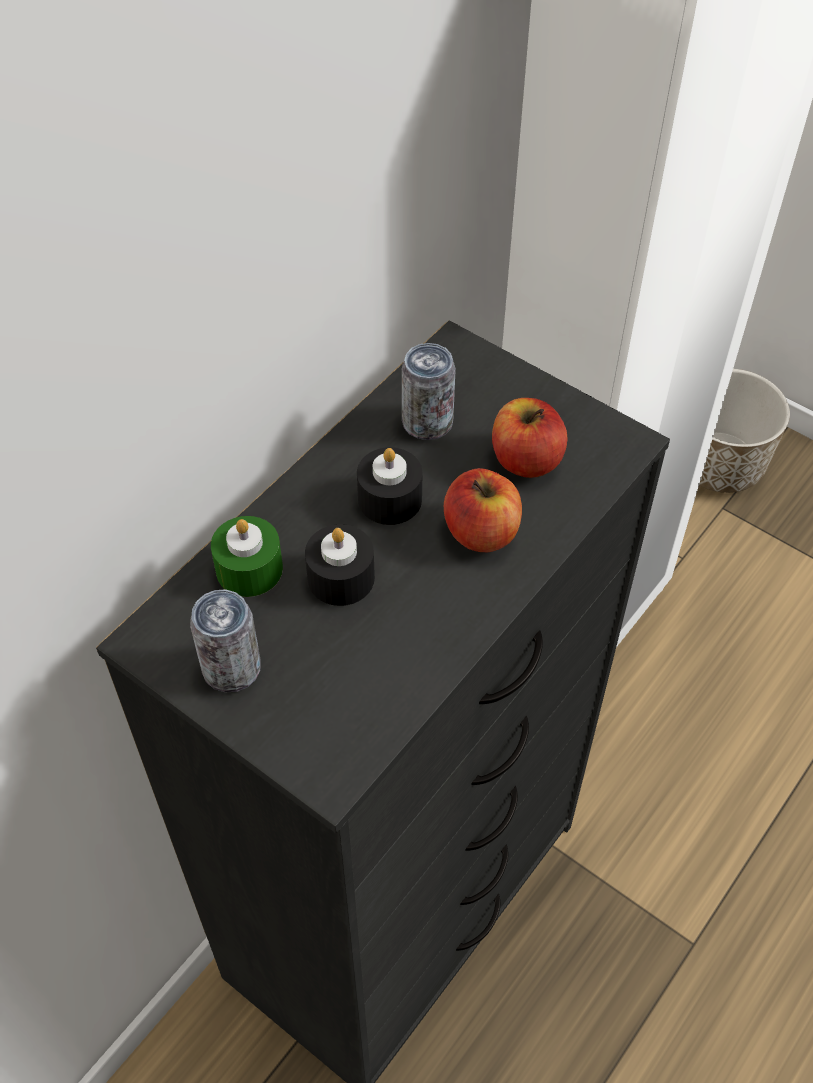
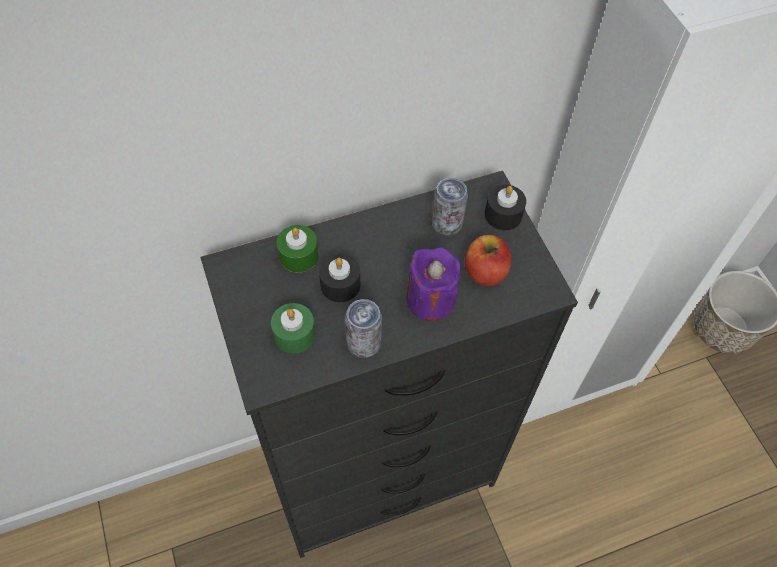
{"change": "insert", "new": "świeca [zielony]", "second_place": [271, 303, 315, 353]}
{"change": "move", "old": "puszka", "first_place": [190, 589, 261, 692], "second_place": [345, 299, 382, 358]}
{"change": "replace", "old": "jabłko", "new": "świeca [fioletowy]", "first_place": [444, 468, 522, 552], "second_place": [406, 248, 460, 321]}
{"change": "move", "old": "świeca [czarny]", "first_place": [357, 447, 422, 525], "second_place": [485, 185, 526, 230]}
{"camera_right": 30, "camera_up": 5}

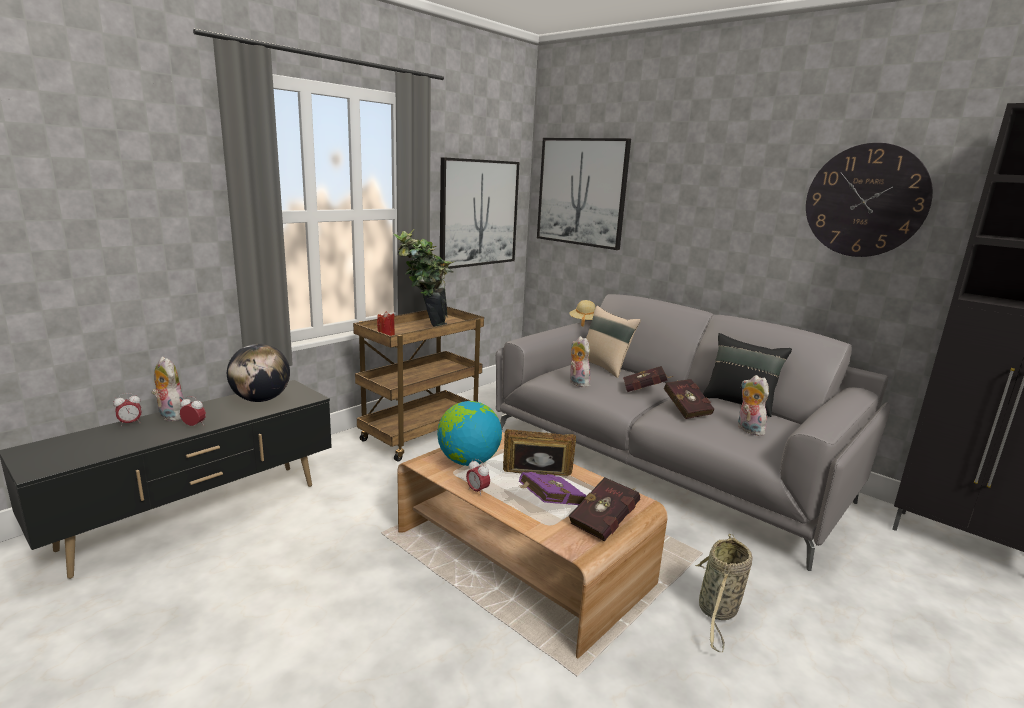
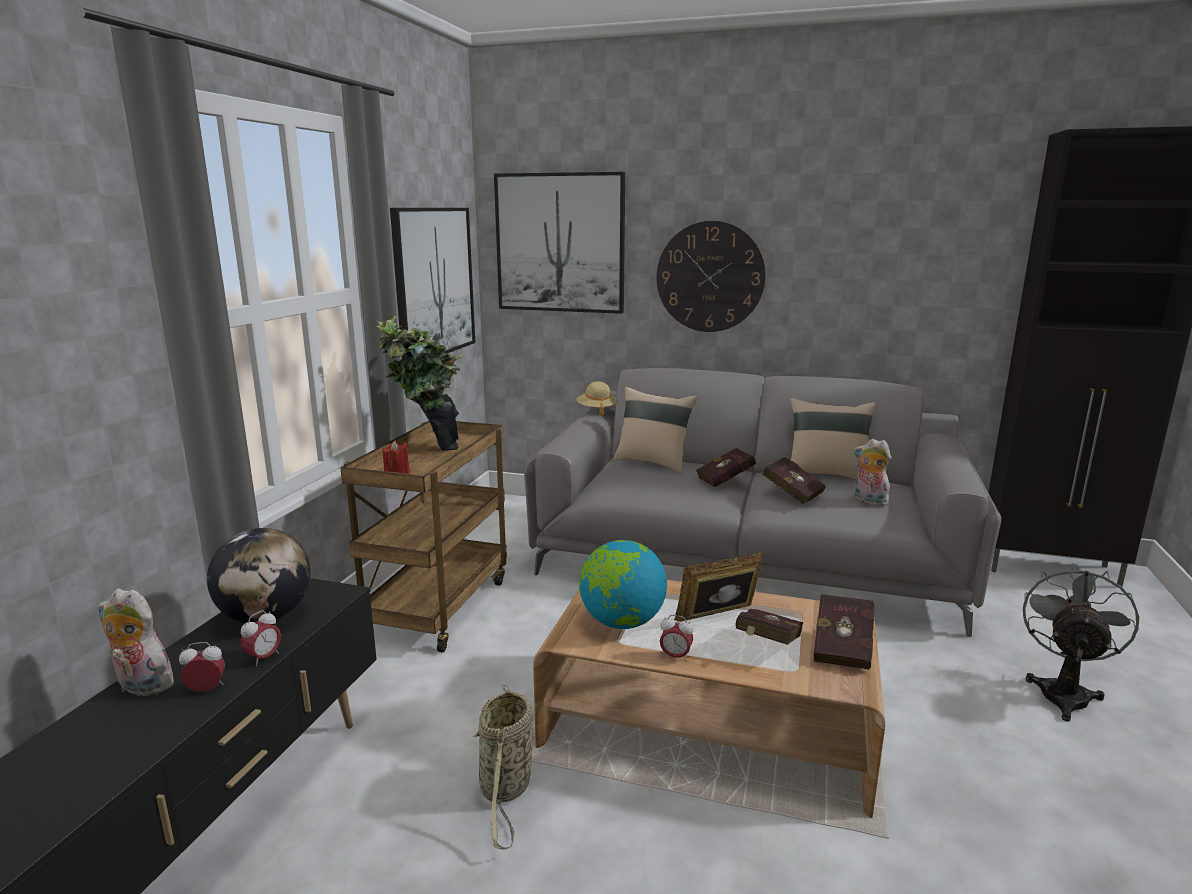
{"change": "move", "old": "budzik", "first_place": [113, 393, 141, 426], "second_place": [241, 610, 281, 666]}
{"change": "move", "old": "koszyk", "first_place": [695, 534, 752, 652], "second_place": [473, 685, 533, 850]}
{"change": "move", "old": "zegar ścienny", "first_place": [806, 143, 933, 257], "second_place": [656, 221, 766, 332]}
{"change": "recolor", "old": "książka [fioletowy]", "new": "książka [czerwony]", "first_place": [519, 472, 587, 505], "second_place": [735, 609, 803, 645]}
{"change": "recolor", "old": "poduszka [czarny]", "new": "poduszka [beżowy]", "first_place": [703, 333, 792, 417], "second_place": [790, 398, 876, 479]}
{"change": "insert", "new": "wentylator [szary]", "second_place": [1023, 563, 1139, 722]}
{"change": "delete", "old": "pluszak", "first_place": [570, 336, 591, 387]}
{"camera_right": -25, "camera_up": 0}

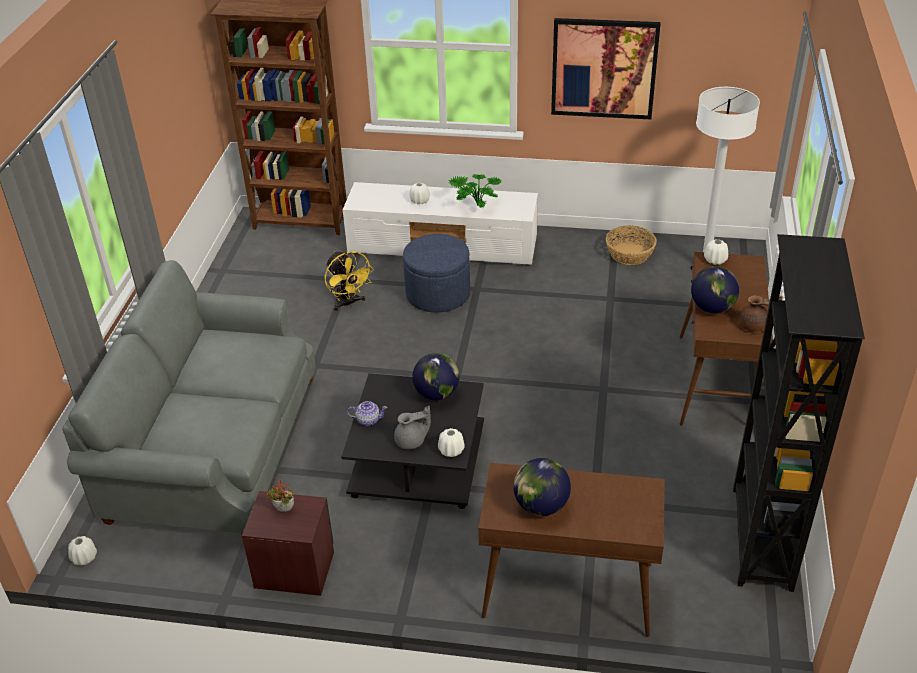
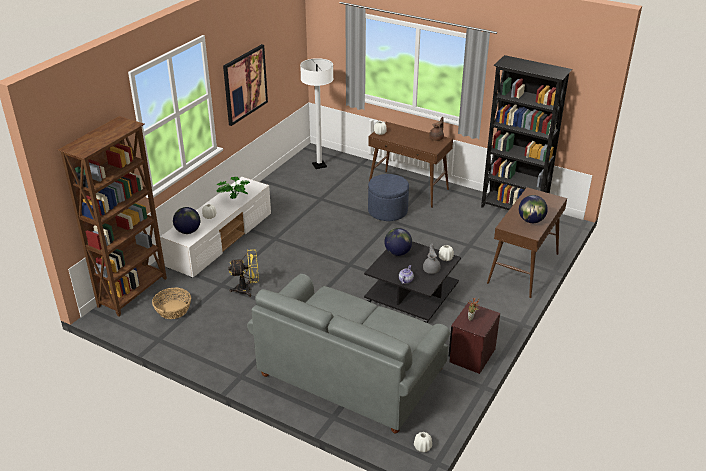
{"change": "move", "old": "koszyk", "first_place": [606, 225, 657, 265], "second_place": [152, 288, 191, 319]}
{"change": "move", "old": "globus", "first_place": [691, 266, 739, 313], "second_place": [173, 207, 200, 234]}
{"change": "move", "old": "pufa [niebieski]", "first_place": [403, 234, 470, 312], "second_place": [368, 174, 409, 221]}
{"camera_right": -70, "camera_up": -5}

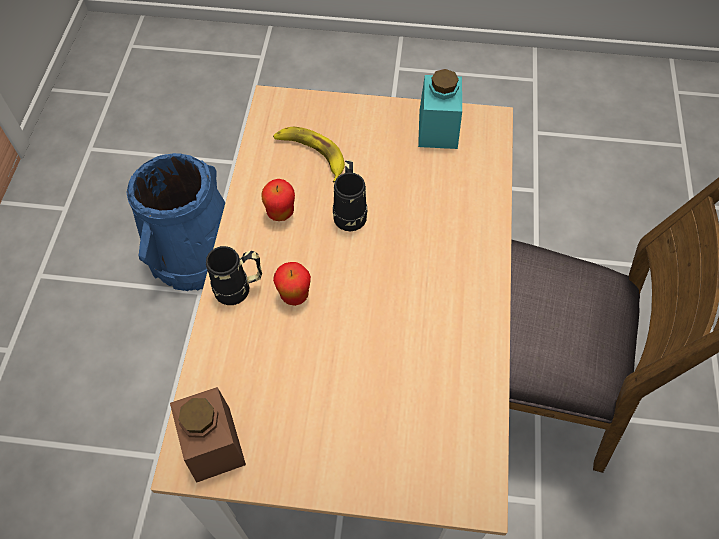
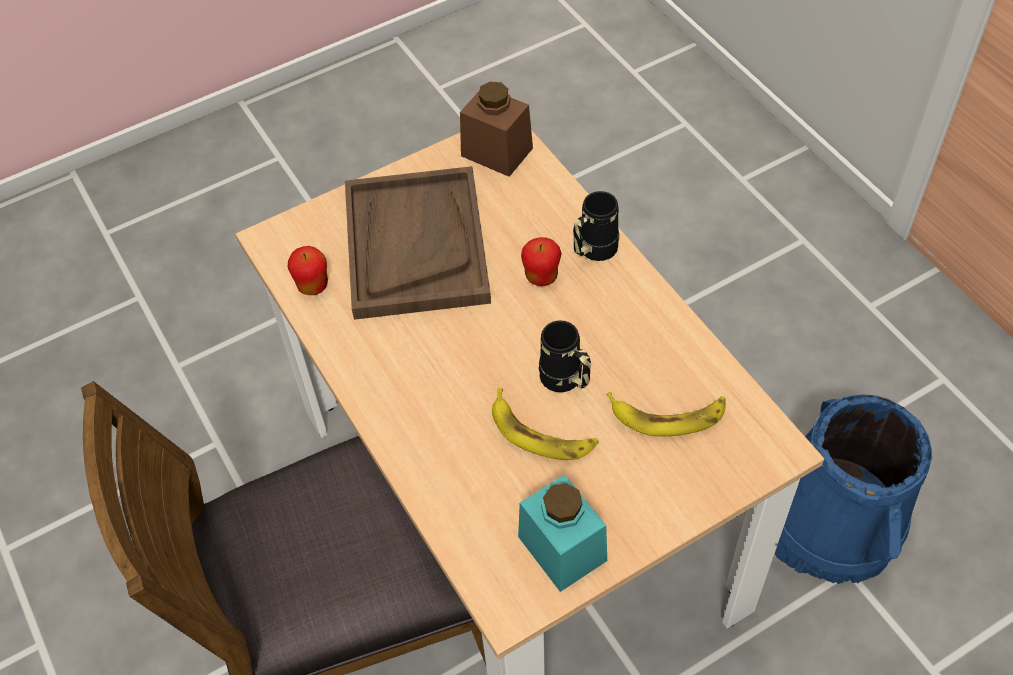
{"change": "move", "old": "jabłko", "first_place": [261, 179, 295, 221], "second_place": [288, 246, 328, 295]}
{"change": "insert", "new": "taca [brązowy]", "second_place": [345, 166, 491, 320]}
{"change": "insert", "new": "banan", "second_place": [492, 388, 599, 460]}
{"camera_right": 145, "camera_up": -5}

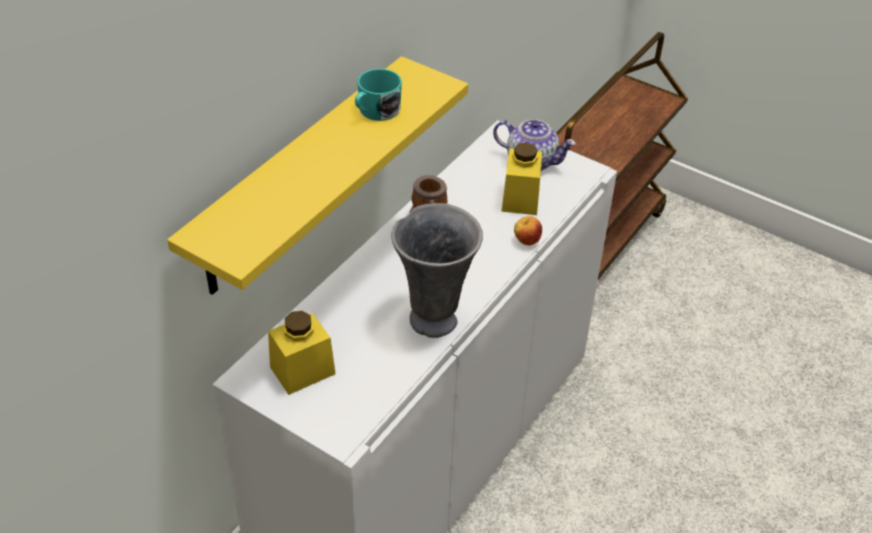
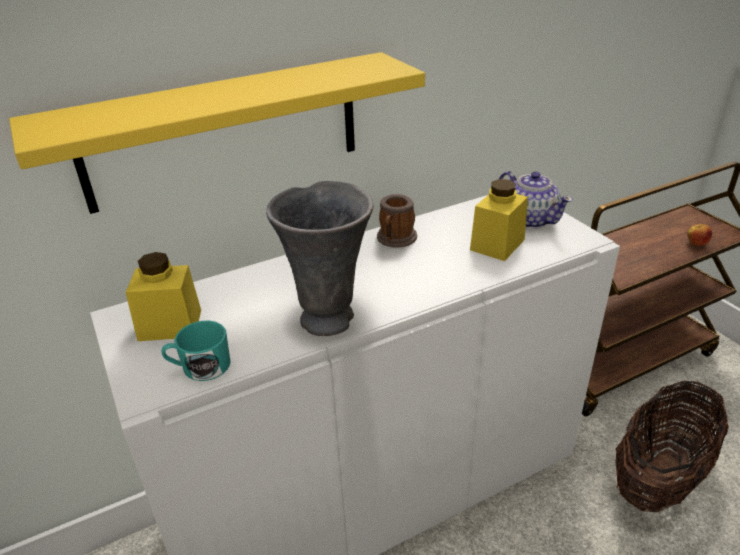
{"change": "move", "old": "kubek [turkusowy]", "first_place": [355, 69, 402, 121], "second_place": [162, 321, 231, 381]}
{"change": "insert", "new": "koszyk", "second_place": [615, 381, 729, 512]}
{"change": "move", "old": "jabłko", "first_place": [514, 216, 542, 245], "second_place": [687, 224, 712, 246]}
{"camera_right": 30, "camera_up": -10}

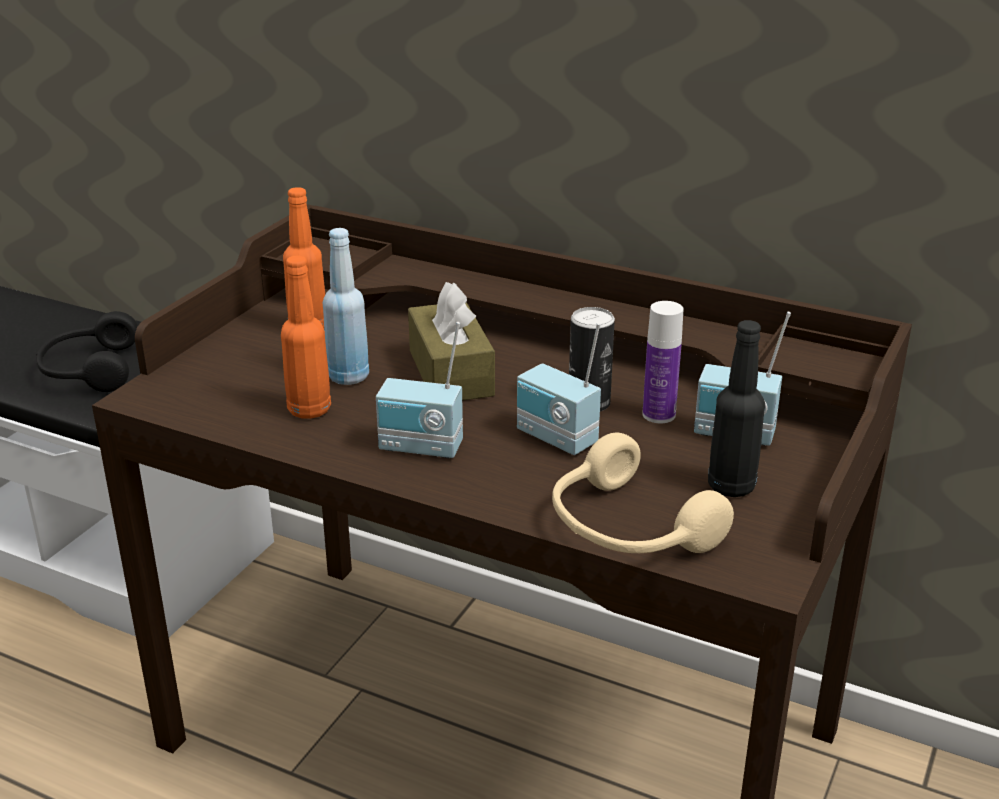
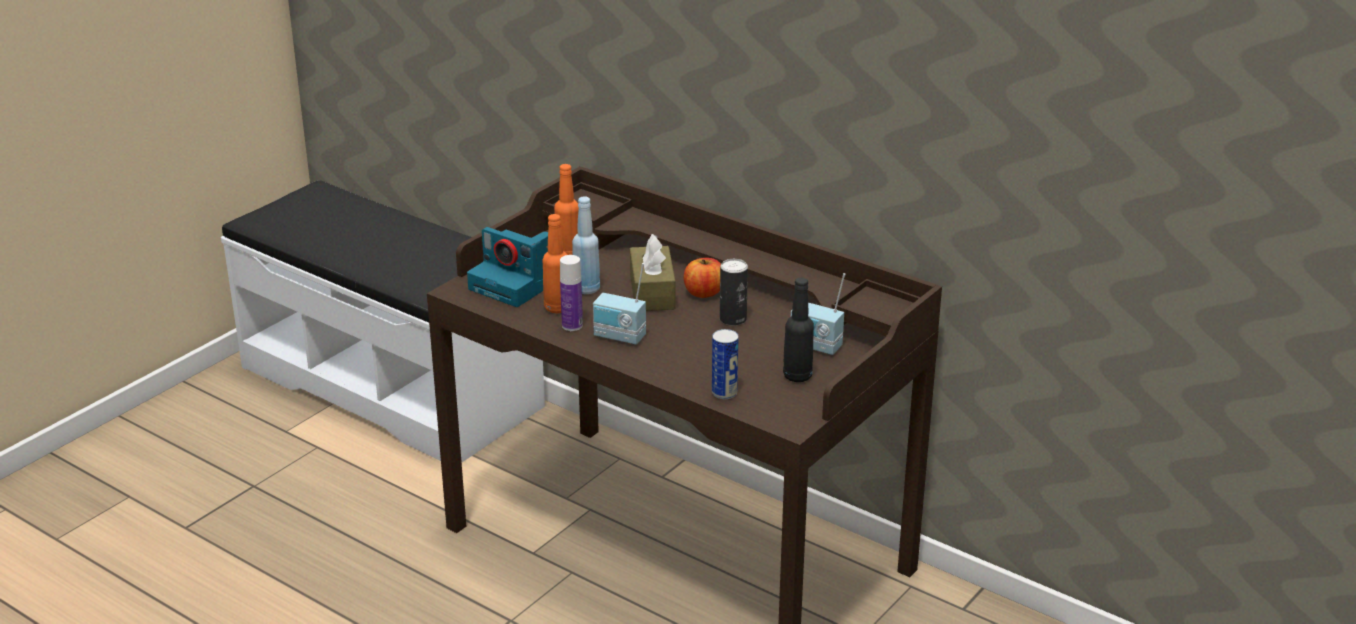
{"change": "insert", "new": "aparat fotograficzny", "second_place": [467, 227, 548, 307]}
{"change": "move", "old": "butelka", "first_place": [643, 301, 683, 423], "second_place": [560, 255, 583, 331]}
{"change": "insert", "new": "jabłko", "second_place": [684, 258, 721, 298]}
{"change": "replace", "old": "słuchawki [beżowy]", "new": "puszka", "first_place": [552, 433, 734, 553], "second_place": [712, 329, 739, 399]}
{"change": "delete", "old": "słuchawki [czarny]", "first_place": [36, 311, 138, 392]}
{"change": "delete", "old": "radio", "first_place": [517, 323, 601, 455]}
{"camera_right": 10, "camera_up": 0}

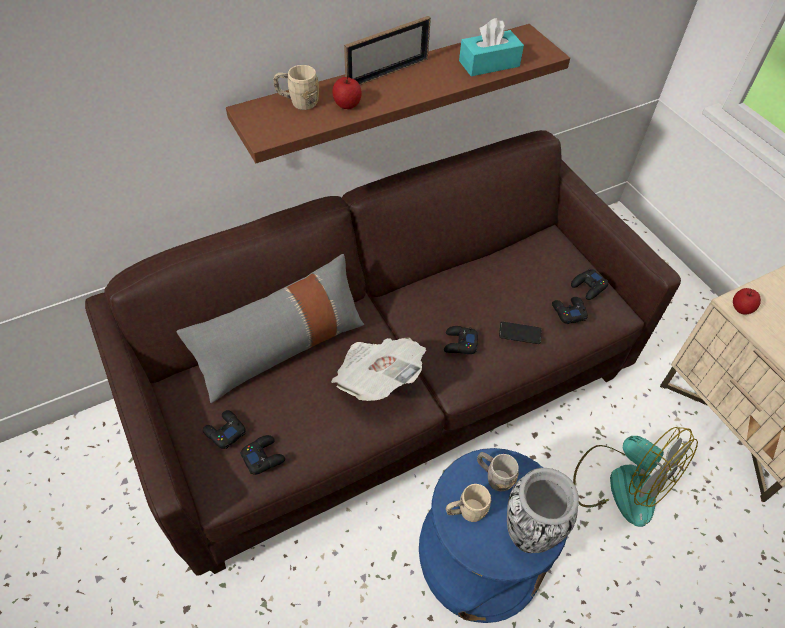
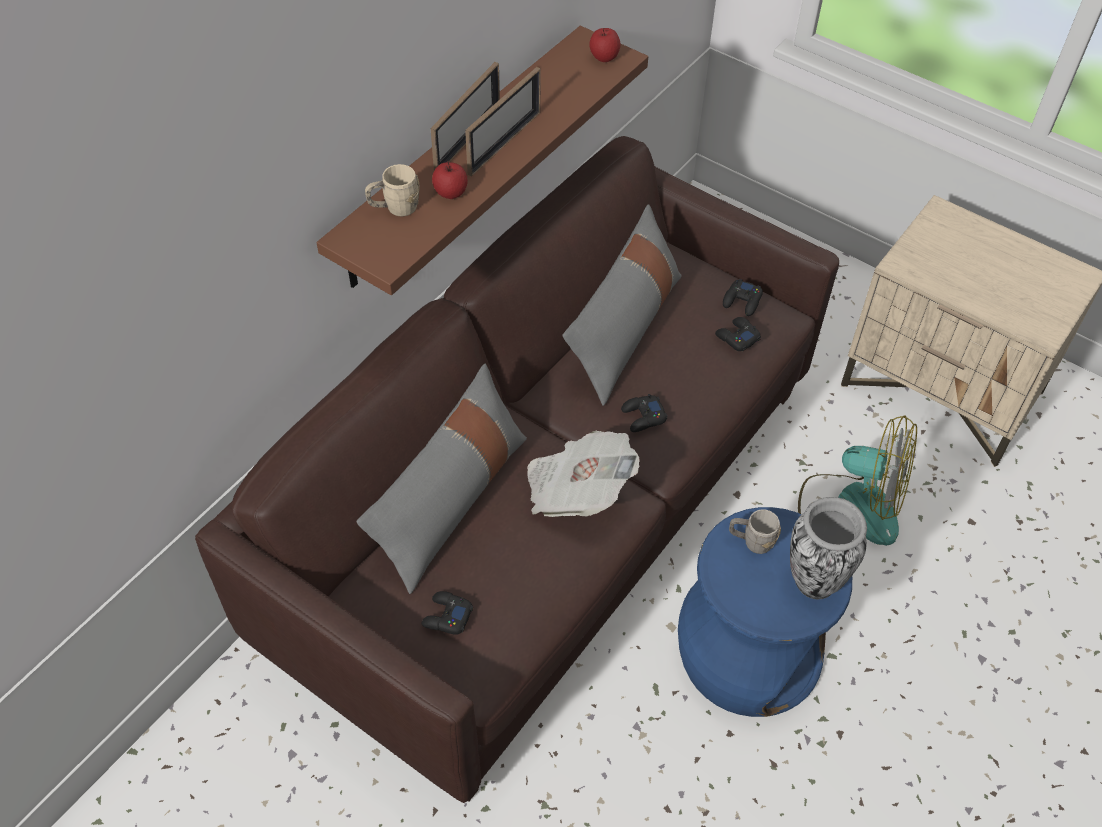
{"change": "insert", "new": "ramka na zdjęcie", "second_place": [465, 67, 541, 176]}
{"change": "insert", "new": "poduszka [szary]", "second_place": [563, 204, 682, 406]}
{"change": "move", "old": "jabłko", "first_place": [733, 288, 761, 315], "second_place": [589, 28, 621, 62]}
{"change": "delete", "old": "pad do gier [czarny]", "first_place": [240, 435, 285, 475]}
{"change": "delete", "old": "kubek [beżowy]", "first_place": [446, 484, 492, 522]}
{"change": "delete", "old": "pudełko chusteczek [turkusowy]", "first_place": [459, 18, 524, 76]}
{"change": "delete", "old": "telefon", "first_place": [499, 322, 542, 344]}
{"camera_right": -25, "camera_up": 0}

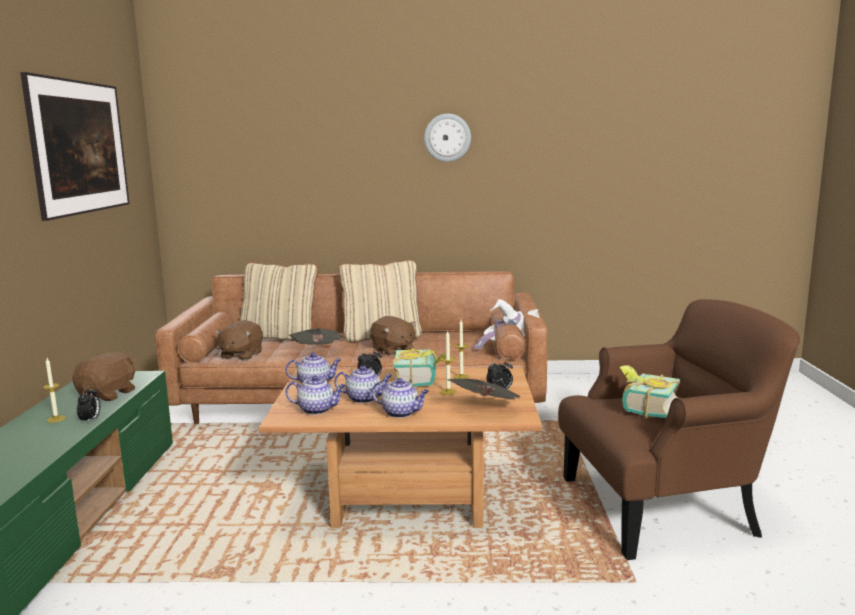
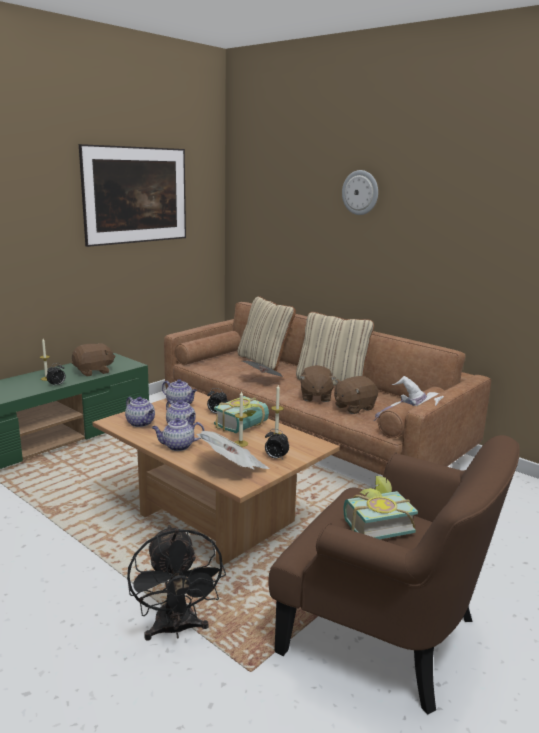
{"change": "insert", "new": "wentylator [czarny]", "second_place": [127, 525, 226, 641]}
{"change": "rotate", "old": "imbryk", "first_place": [372, 378, 429, 418], "second_place": [152, 418, 204, 451], "degrees": 105}
{"change": "move", "old": "pluszak [brązowy]", "first_place": [215, 320, 263, 360], "second_place": [334, 376, 378, 414]}
{"change": "move", "old": "zegar ścienny", "first_place": [424, 114, 471, 162], "second_place": [342, 170, 378, 215]}
{"camera_right": 40, "camera_up": 5}

